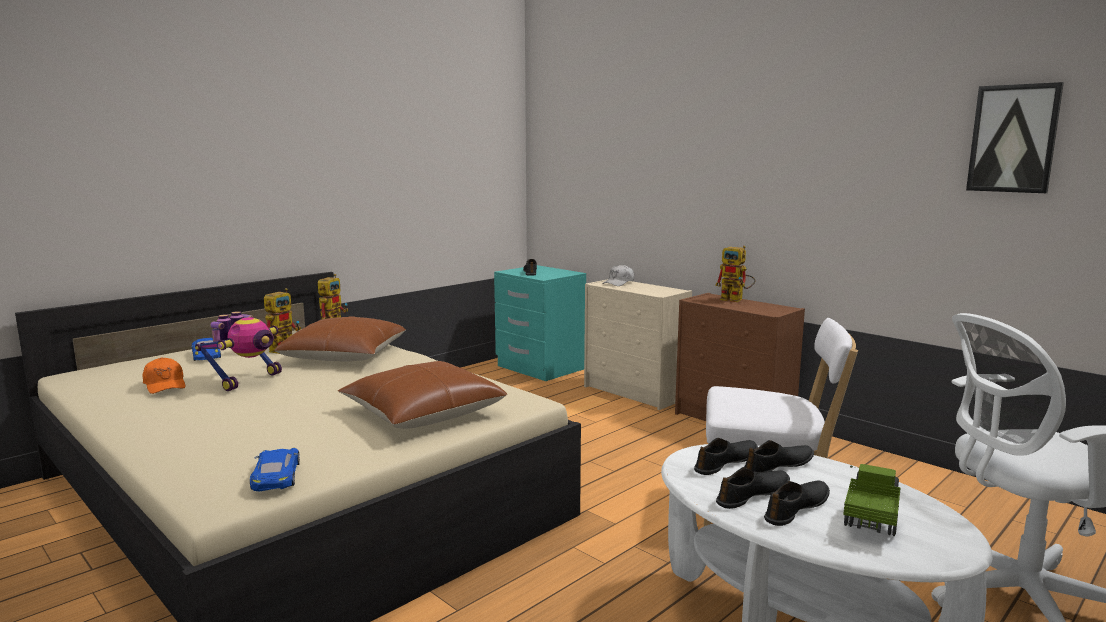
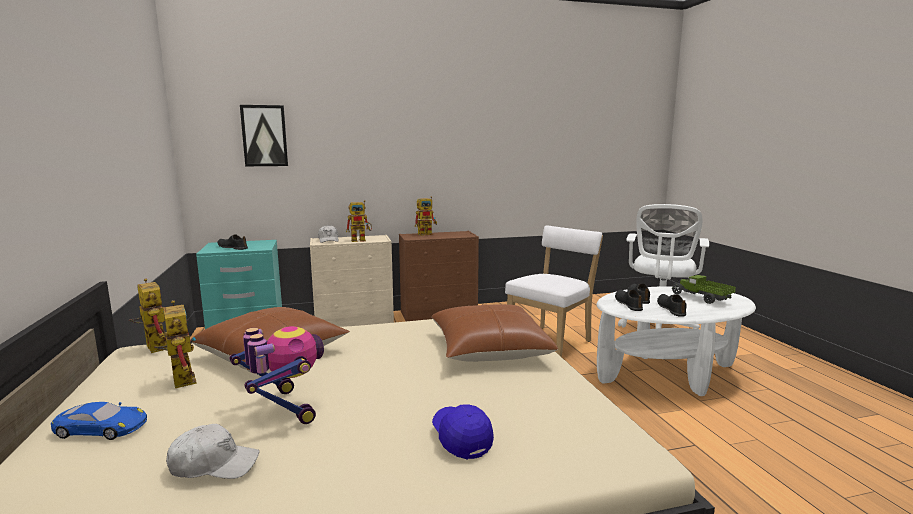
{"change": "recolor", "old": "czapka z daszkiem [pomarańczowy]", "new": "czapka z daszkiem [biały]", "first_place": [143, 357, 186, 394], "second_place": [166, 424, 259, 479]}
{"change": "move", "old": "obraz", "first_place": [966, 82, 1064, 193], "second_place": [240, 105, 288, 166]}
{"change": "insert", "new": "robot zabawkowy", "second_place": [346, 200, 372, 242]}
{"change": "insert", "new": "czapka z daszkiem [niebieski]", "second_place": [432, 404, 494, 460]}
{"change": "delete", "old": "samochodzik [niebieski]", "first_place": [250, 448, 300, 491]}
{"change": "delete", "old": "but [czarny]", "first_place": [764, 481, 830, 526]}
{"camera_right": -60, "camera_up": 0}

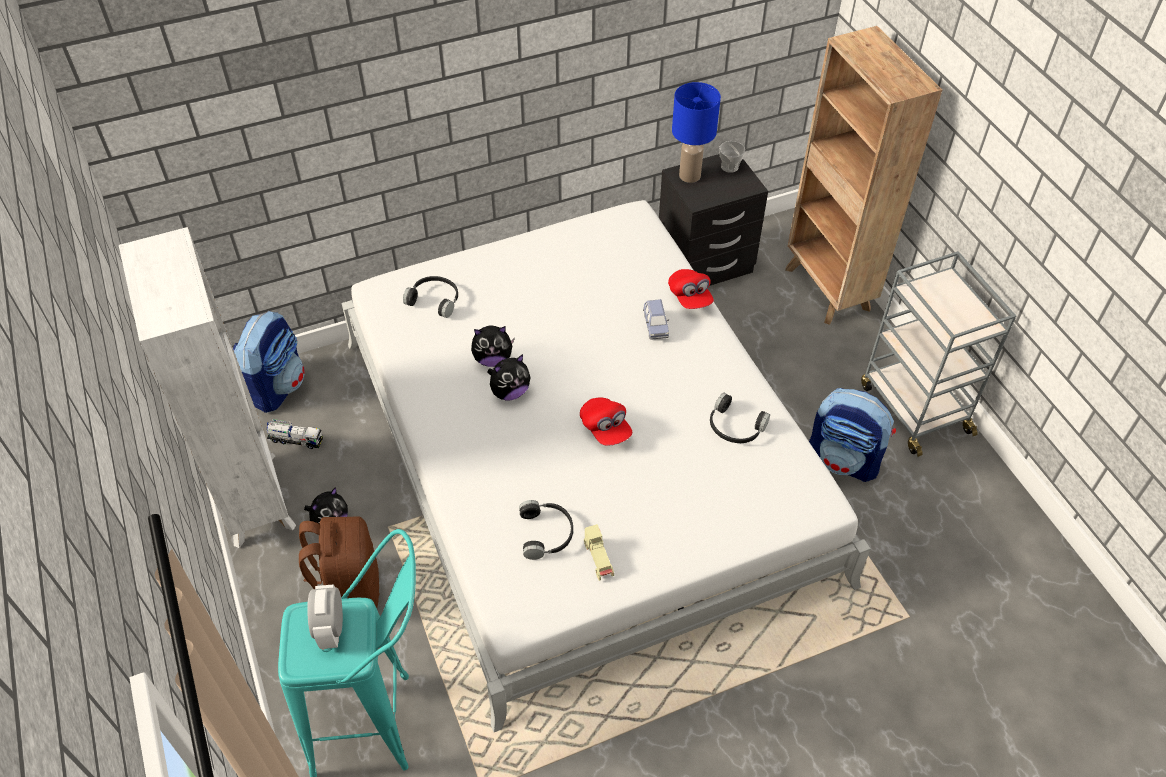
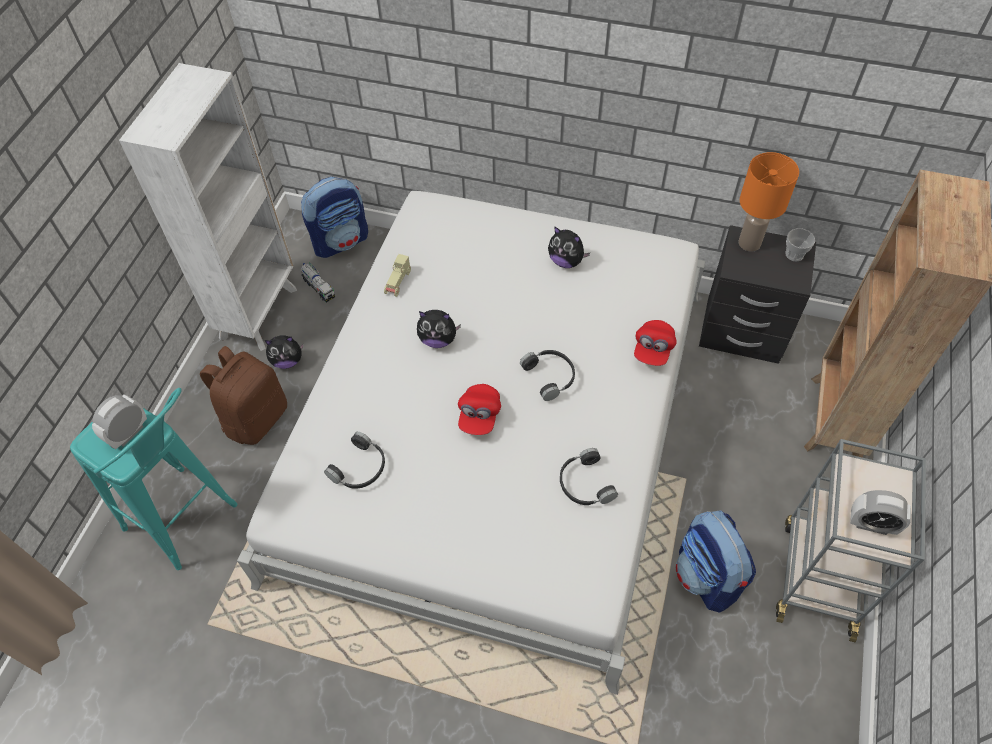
{"change": "move", "old": "samochodzik [beżowy]", "first_place": [584, 524, 614, 581], "second_place": [384, 254, 411, 297]}
{"change": "move", "old": "słuchawki [czarny]", "first_place": [403, 276, 458, 318], "second_place": [520, 350, 575, 401]}
{"change": "move", "old": "pluszak", "first_place": [471, 326, 515, 367], "second_place": [548, 226, 590, 268]}
{"change": "recolor", "old": "lampa stołowa [niebieski]", "new": "lampa stołowa [pomarańczowy]", "first_place": [672, 82, 721, 183], "second_place": [738, 152, 799, 252]}
{"change": "insert", "new": "budzik", "second_place": [850, 490, 911, 535]}
{"change": "delete", "old": "samochodzik [niebieski]", "first_place": [643, 299, 669, 340]}
{"camera_right": 40, "camera_up": 5}

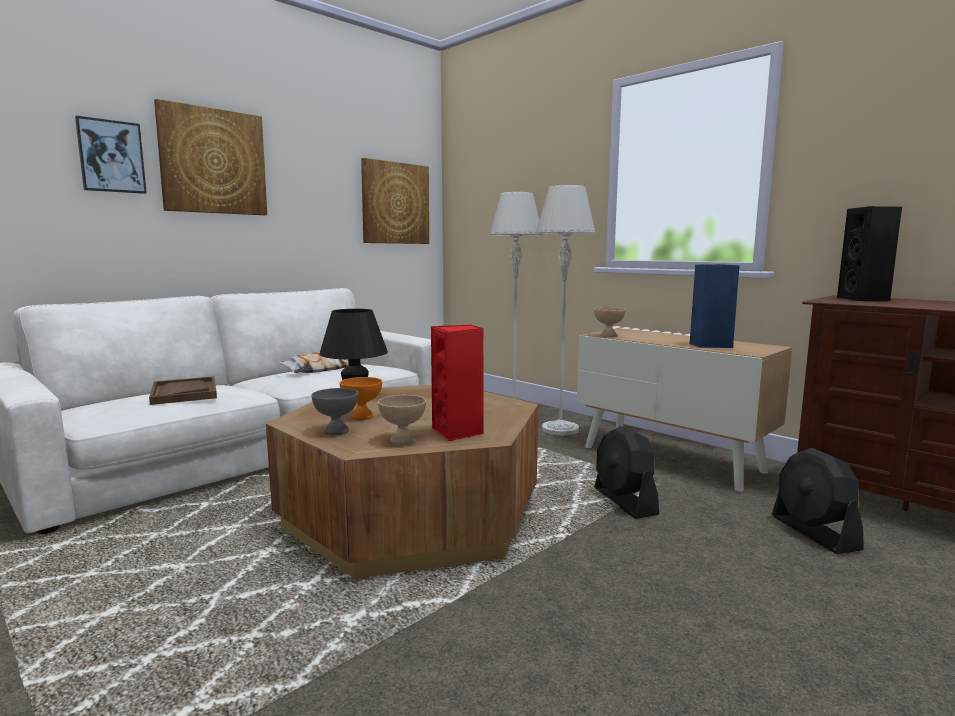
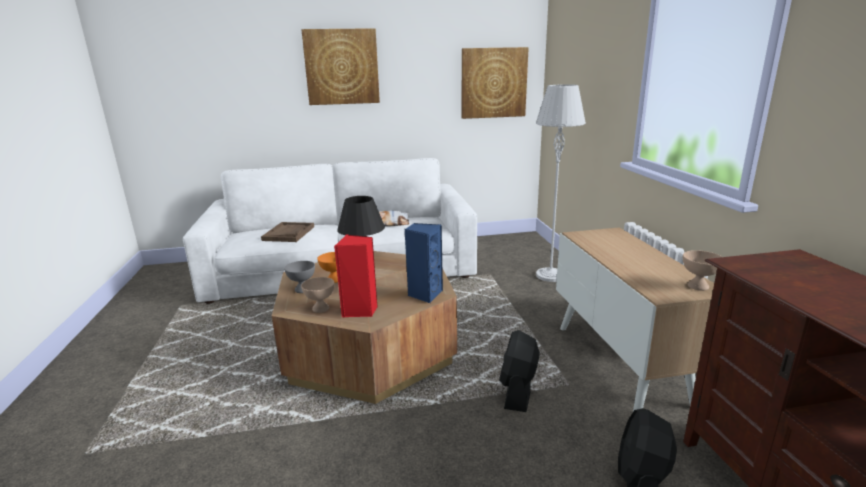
{"change": "move", "old": "głośnik [niebieski]", "first_place": [690, 264, 740, 348], "second_place": [405, 223, 443, 303]}
{"change": "move", "old": "miska [beżowy]", "first_place": [594, 307, 626, 337], "second_place": [683, 250, 722, 291]}
{"change": "delete", "old": "obraz", "first_place": [75, 116, 147, 194]}
{"change": "delete", "old": "lampa stojąca [szary]", "first_place": [536, 185, 595, 435]}
{"change": "delete", "old": "głośnik [czarny]", "first_place": [837, 206, 902, 301]}
{"camera_right": 35, "camera_up": 10}

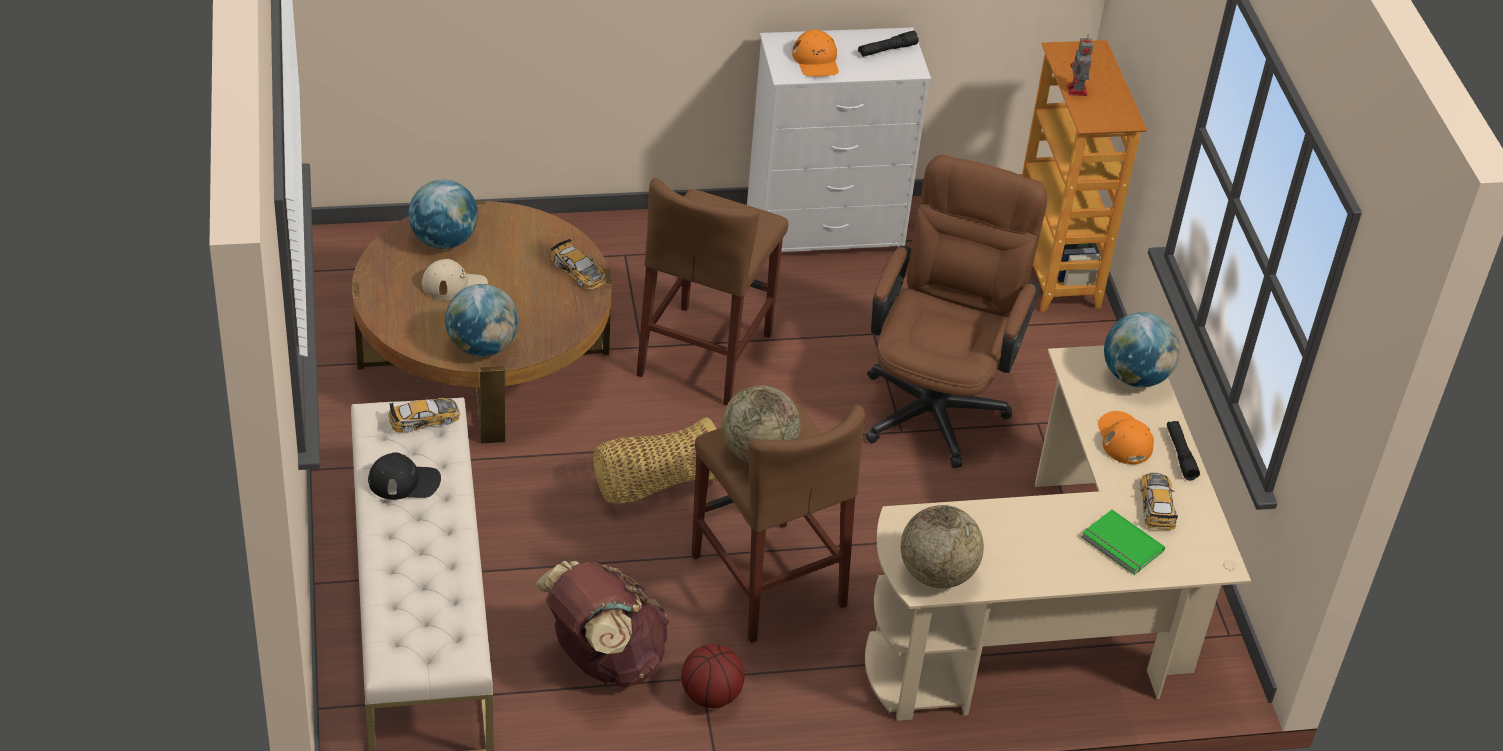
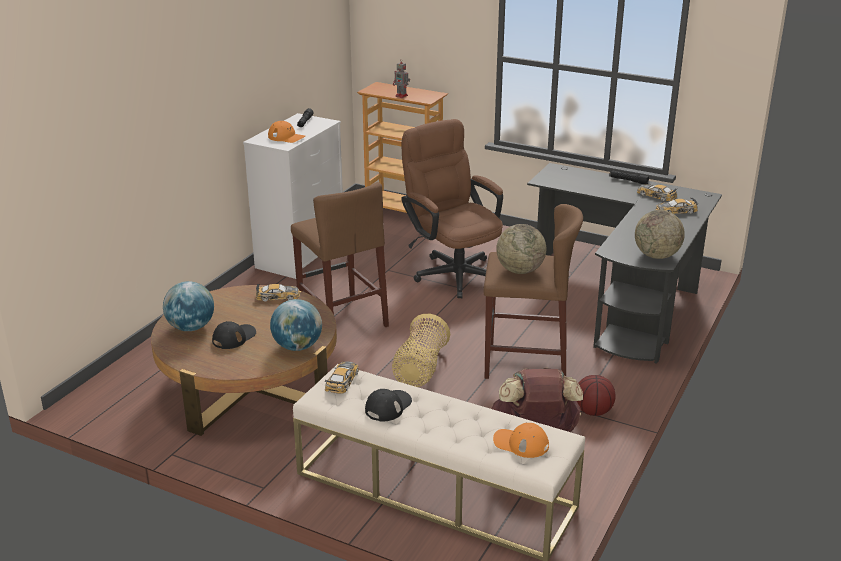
{"change": "recolor", "old": "czapka z daszkiem [beżowy]", "new": "czapka z daszkiem [czarny]", "first_place": [422, 259, 488, 300], "second_place": [212, 321, 256, 349]}
{"change": "move", "old": "czapka z daszkiem [pomarańczowy]", "first_place": [1098, 411, 1154, 464], "second_place": [493, 423, 549, 458]}
{"change": "recolor", "old": "biurko [beżowy]", "new": "biurko [czarny]", "first_place": [865, 345, 1251, 721], "second_place": [527, 163, 722, 364]}
{"change": "replace", "old": "książka [zielony]", "new": "samochodzik", "first_place": [1081, 510, 1165, 575], "second_place": [656, 197, 698, 214]}
{"change": "delete", "old": "globus", "first_place": [1104, 312, 1180, 387]}
{"camera_right": -50, "camera_up": -15}

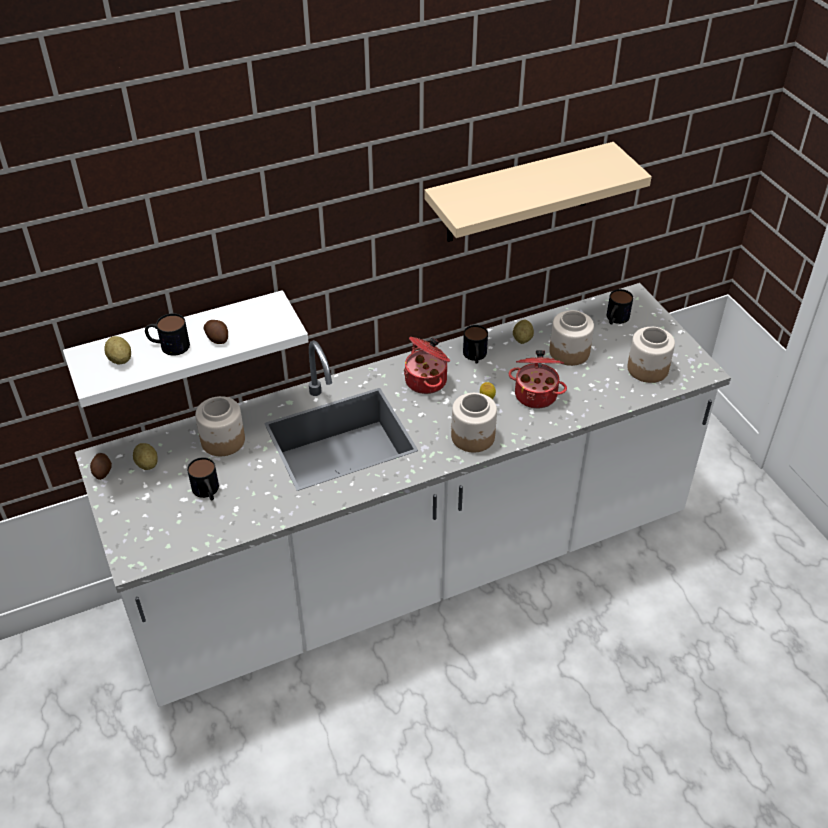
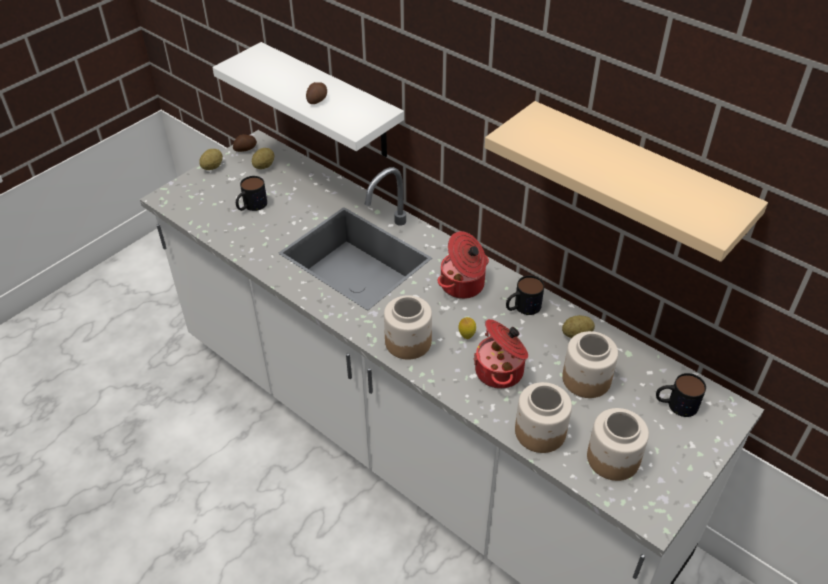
{"change": "move", "old": "ziemniak", "first_place": [104, 336, 131, 365], "second_place": [199, 149, 223, 170]}
{"change": "move", "old": "słoik", "first_place": [195, 396, 245, 456], "second_place": [515, 382, 572, 453]}
{"change": "delete", "old": "kubek", "first_place": [145, 313, 190, 356]}
{"camera_right": 65, "camera_up": 0}

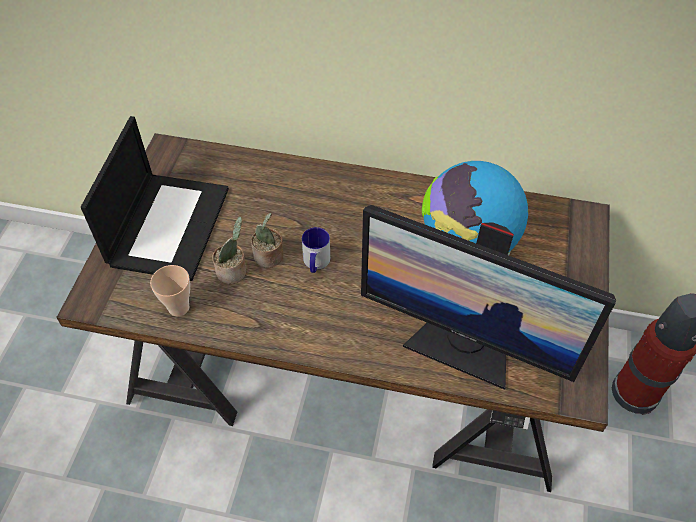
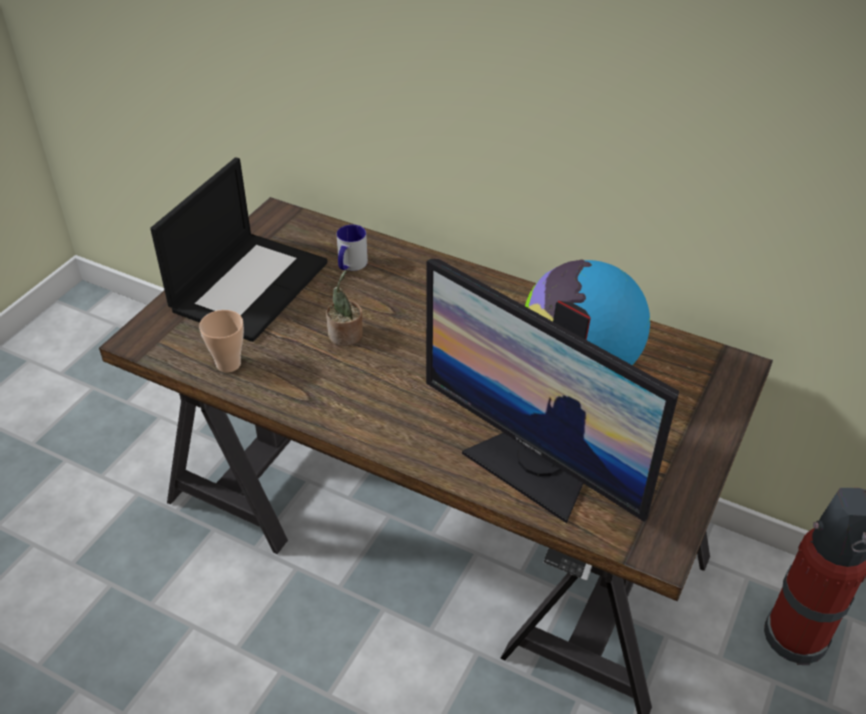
{"change": "move", "old": "kubek", "first_place": [302, 227, 330, 273], "second_place": [337, 224, 368, 271]}
{"change": "delete", "old": "roślina doniczkowa", "first_place": [212, 216, 246, 284]}
{"camera_right": 15, "camera_up": -10}

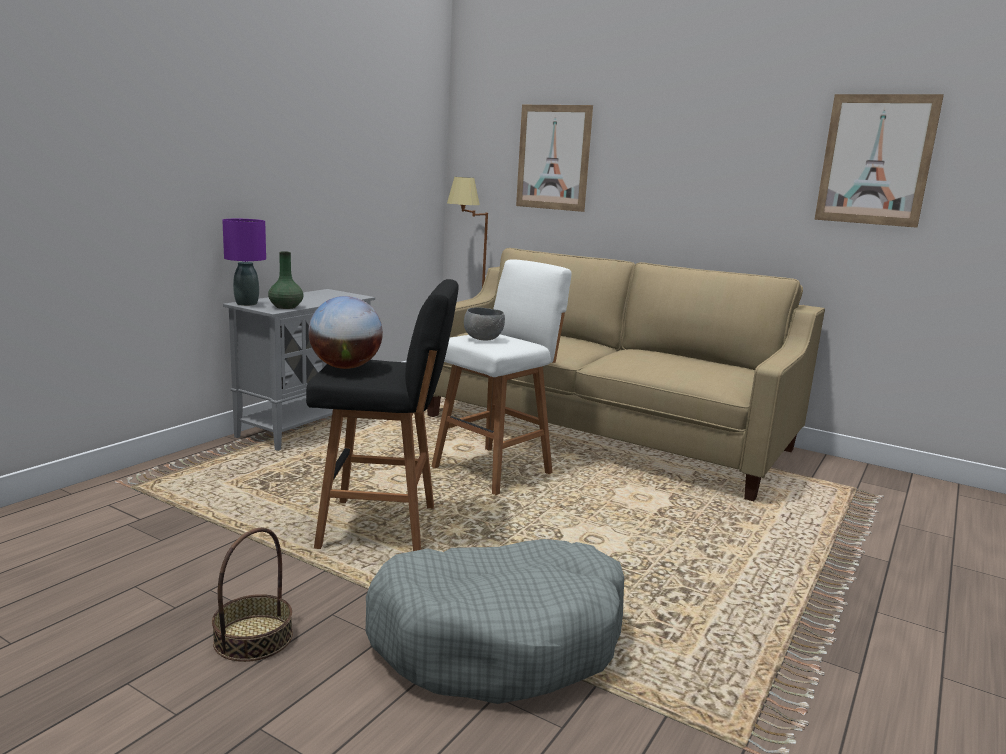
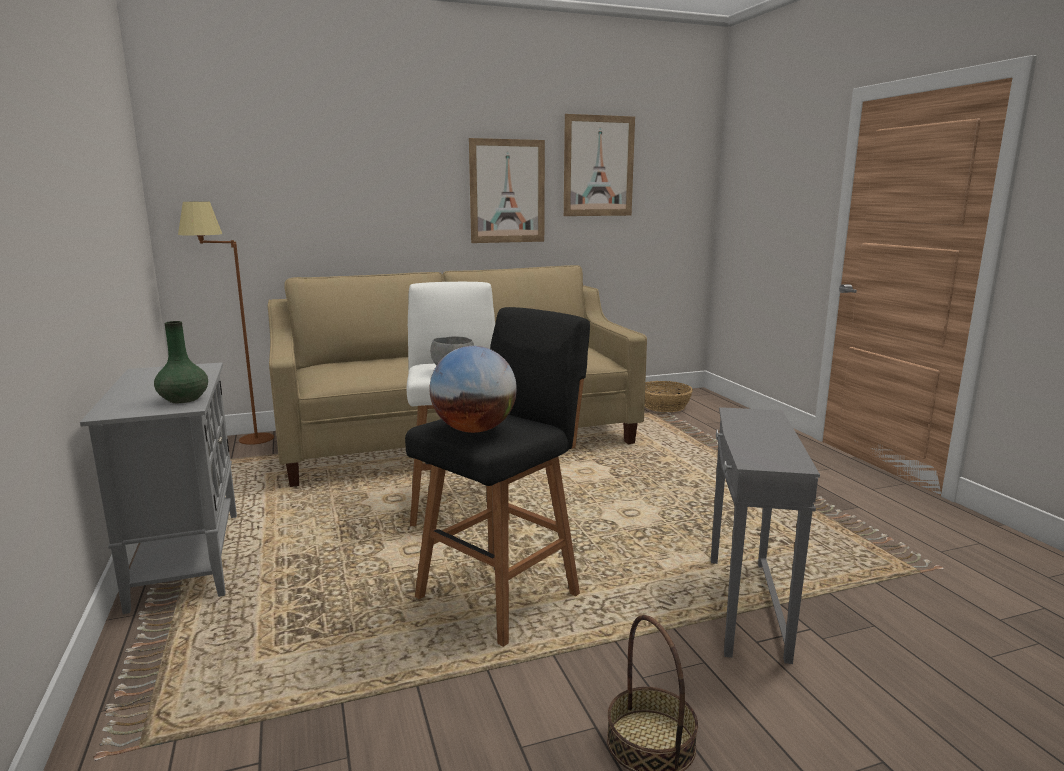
{"change": "move", "old": "obraz", "first_place": [516, 105, 593, 212], "second_place": [469, 138, 545, 243]}
{"change": "insert", "new": "koszyk", "second_place": [645, 381, 693, 412]}
{"change": "replace", "old": "legowisko [szary]", "new": "stolik [szary]", "first_place": [366, 539, 624, 704], "second_place": [711, 407, 820, 664]}
{"change": "delete", "old": "lampa stołowa [fioletowy]", "first_place": [222, 219, 266, 306]}
{"camera_right": -50, "camera_up": 0}

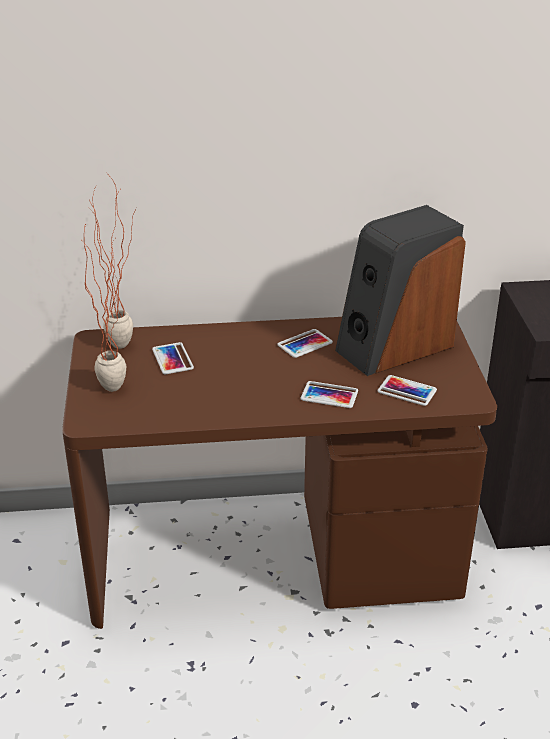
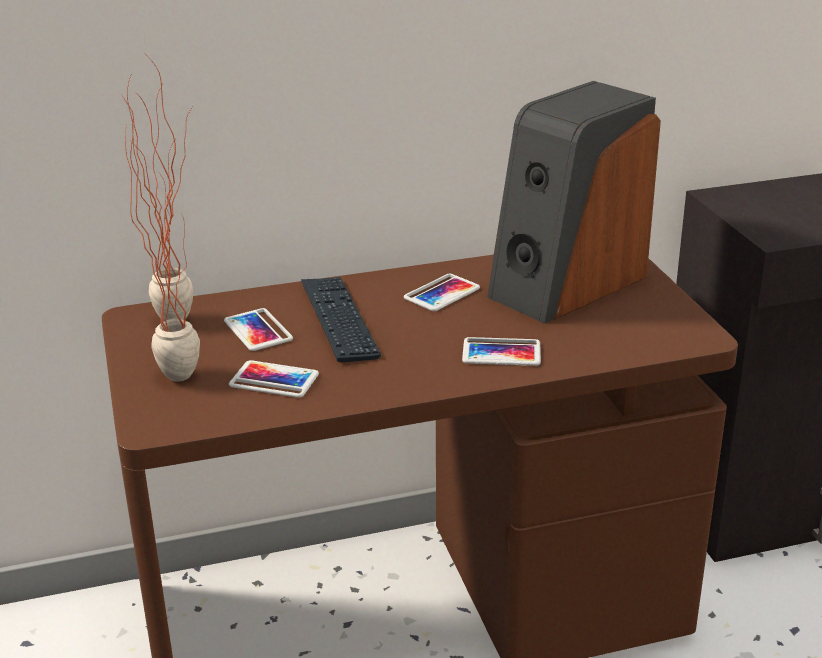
{"change": "move", "old": "telefon", "first_place": [377, 375, 437, 406], "second_place": [229, 360, 319, 398]}
{"change": "insert", "new": "klawiatura", "second_place": [301, 277, 381, 363]}
{"camera_right": -10, "camera_up": -5}

